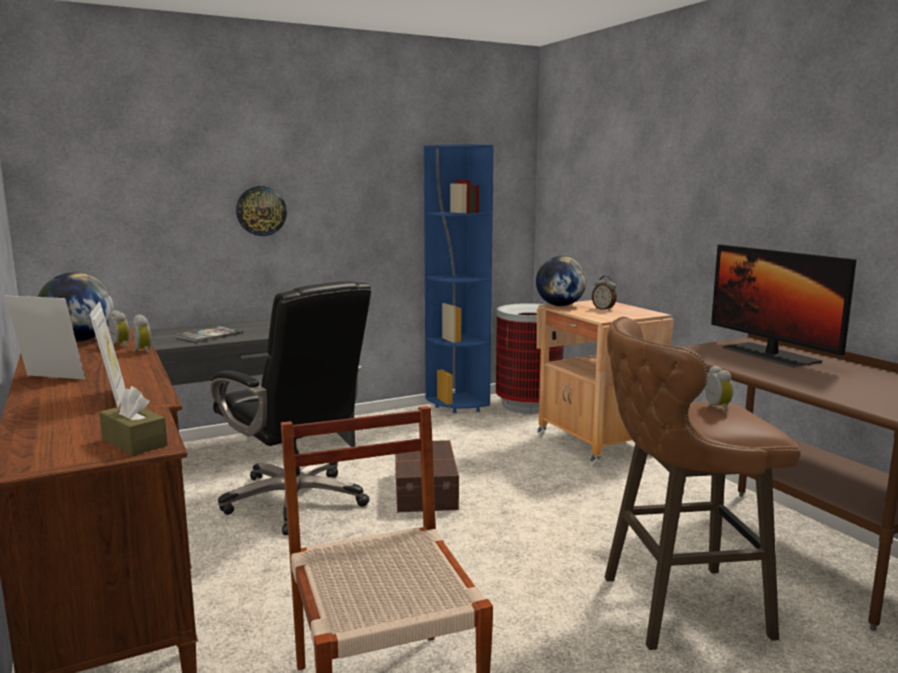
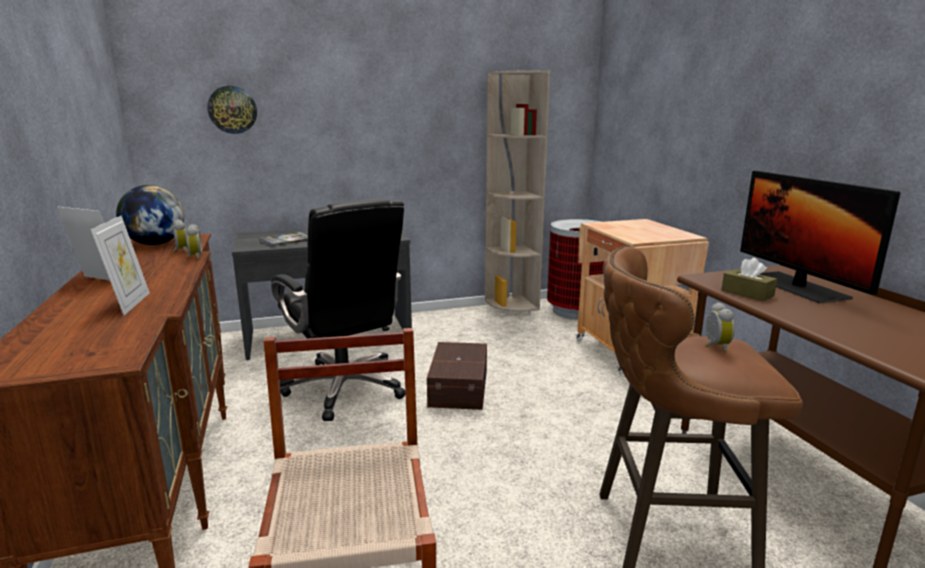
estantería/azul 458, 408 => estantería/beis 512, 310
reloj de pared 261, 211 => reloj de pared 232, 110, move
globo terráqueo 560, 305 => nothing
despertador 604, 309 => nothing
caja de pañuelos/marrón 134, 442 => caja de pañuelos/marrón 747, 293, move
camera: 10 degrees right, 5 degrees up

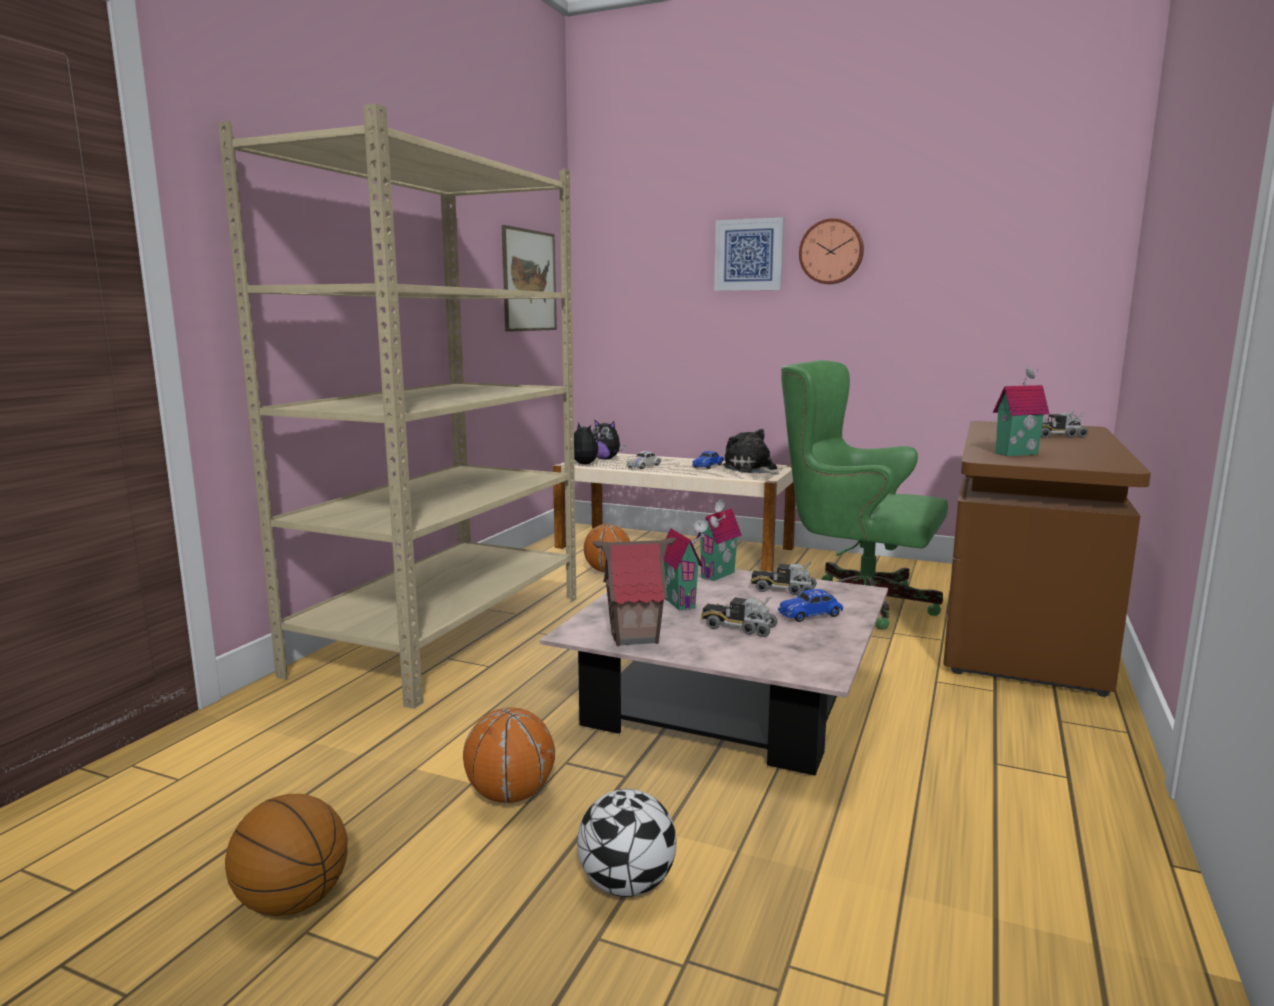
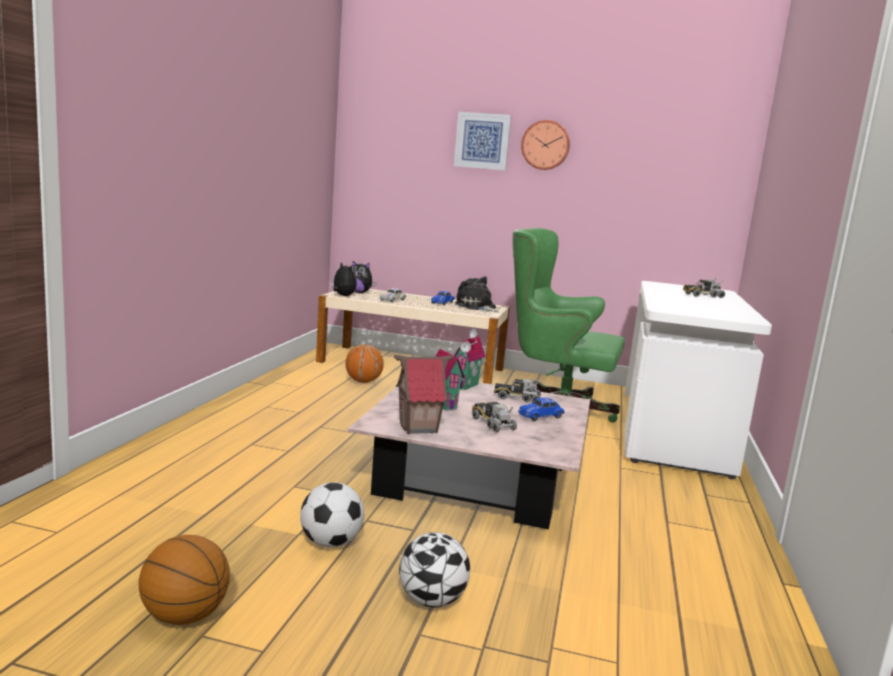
estantería/beis 444, 633 => nothing
cuadro 529, 280 => nothing
casita 1015, 453 => nothing
escritorio/marrón 1023, 628 => escritorio/blanco 674, 432
camión de juguete 738, 627 => camión de juguete 492, 423, 45 degrees clockwise
balón de baloncesto 510, 795 => balón de fútbol 331, 543
camera: 10 degrees left, 0 degrees up

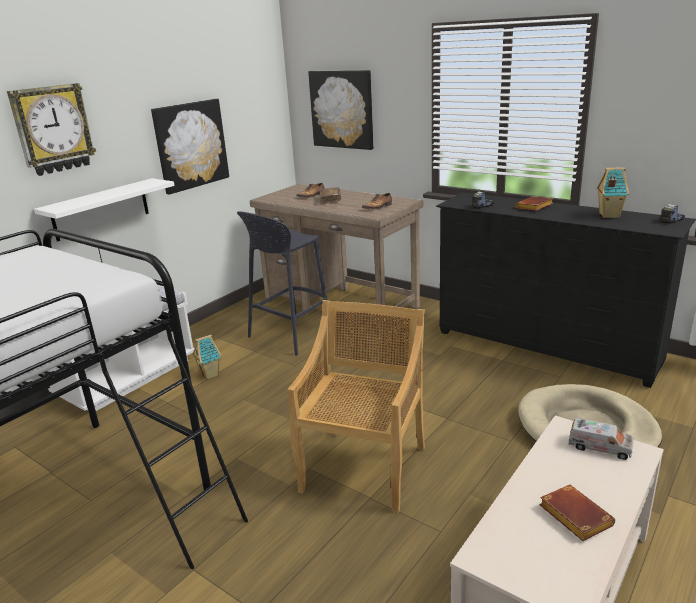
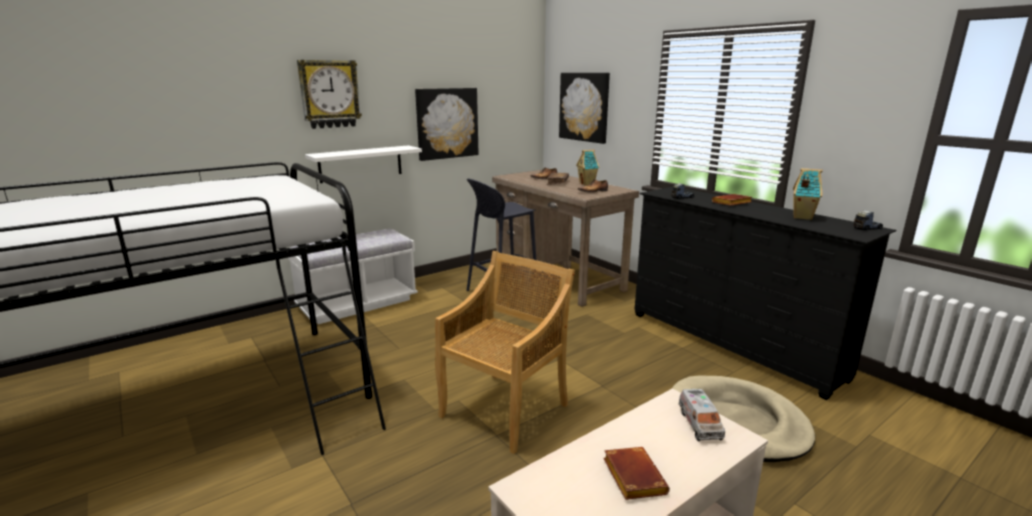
casita 210, 374 => casita 587, 184, move
camión de juguete 599, 447 => camión de juguete 699, 424, 45 degrees clockwise
camera: 15 degrees right, 5 degrees down

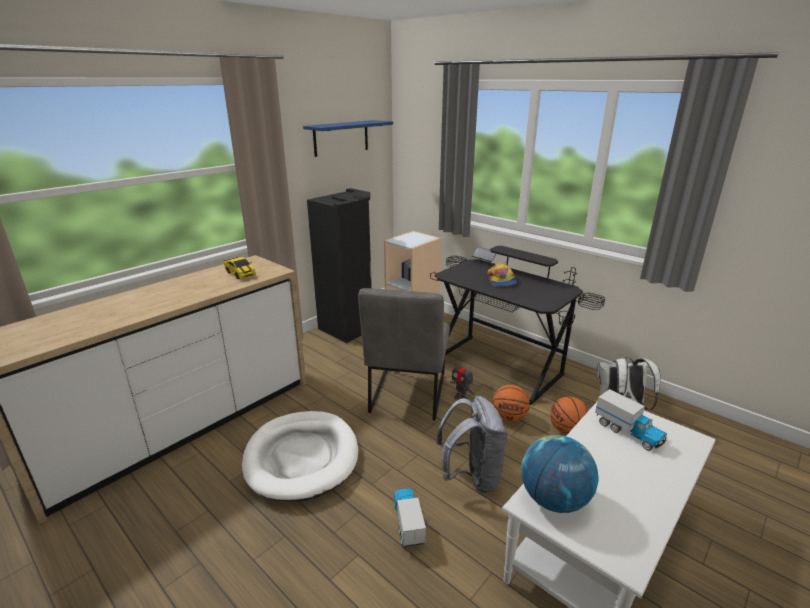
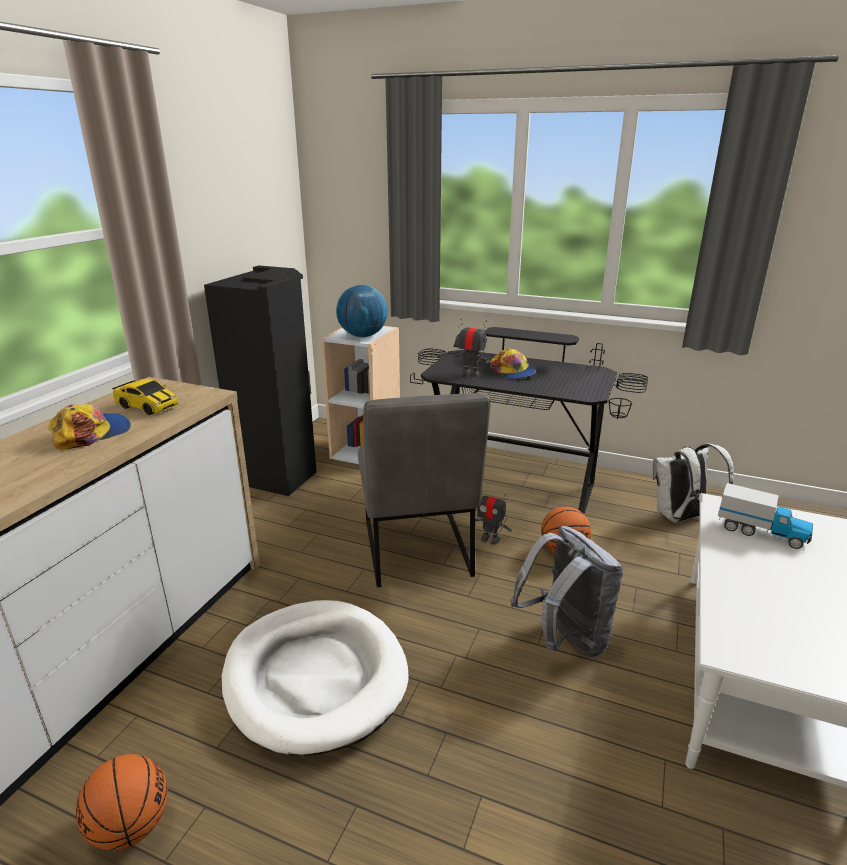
estante/azul 341, 138 => nothing
balón de baloncesto 567, 430 => balón de baloncesto 130, 827, move
globo terráqueo 554, 500 => globo terráqueo 363, 336, move
camión de juguete 408, 524 => nothing
nothing => robot de juguete 470, 374
nothing => gorra 91, 433
camera: 20 degrees left, 0 degrees up

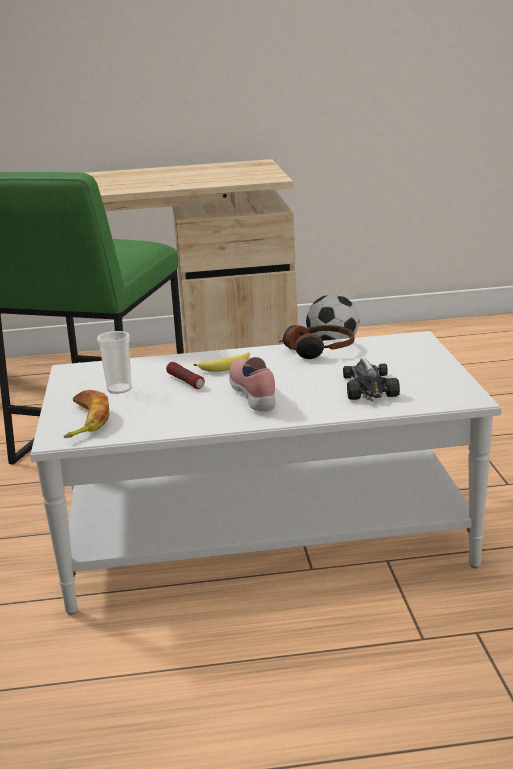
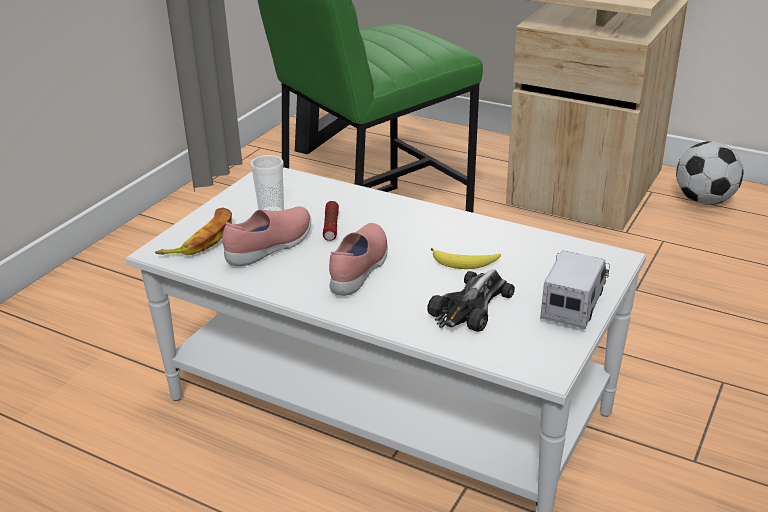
auriculares 317, 350 => nothing
plátano 226, 367 => plátano 465, 263, move
nothing => zapato/rosa 271, 247
nothing => camión de juguete 574, 303
camera: 35 degrees right, 10 degrees up

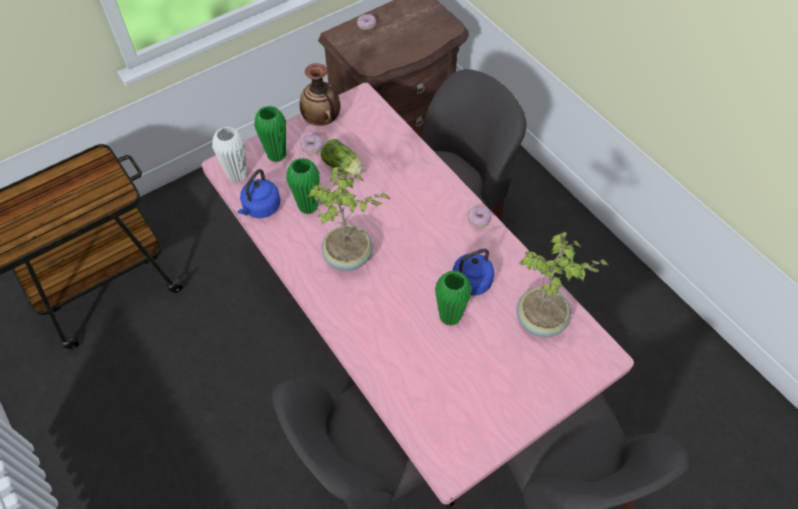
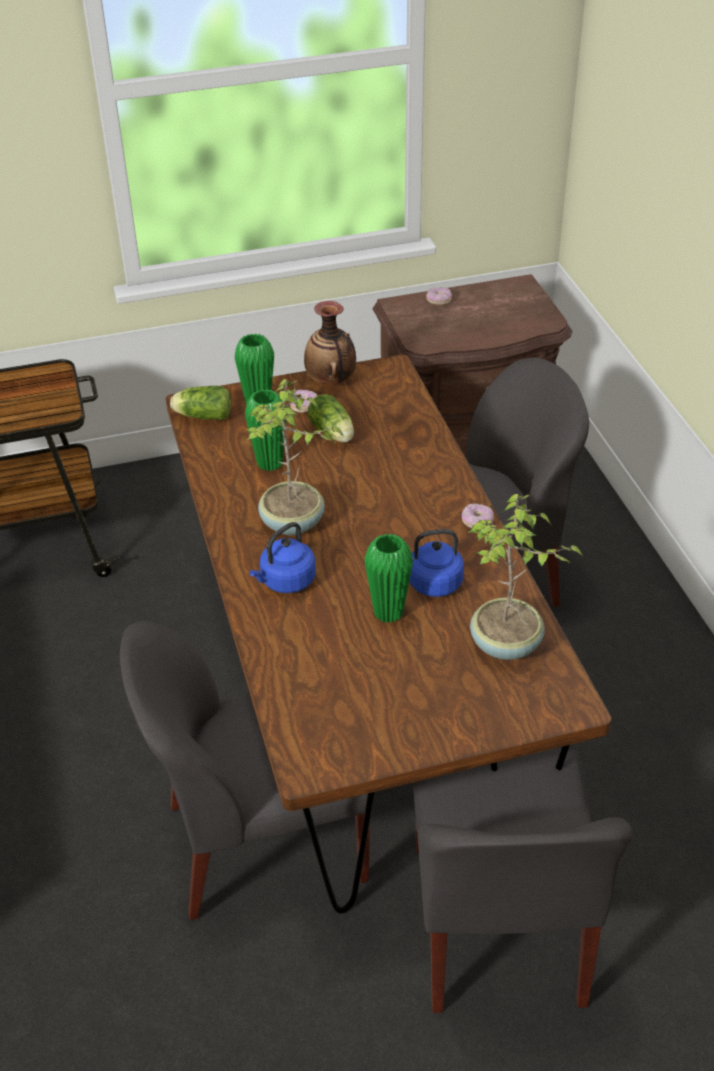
mesa de comedor/rosa 397, 339 => mesa de comedor/marrón 357, 698
florero/blanco 237, 175 => lechuga 202, 416
hervidor/azul 260, 208 => hervidor/azul 285, 581, move
camera: 20 degrees right, 15 degrees down

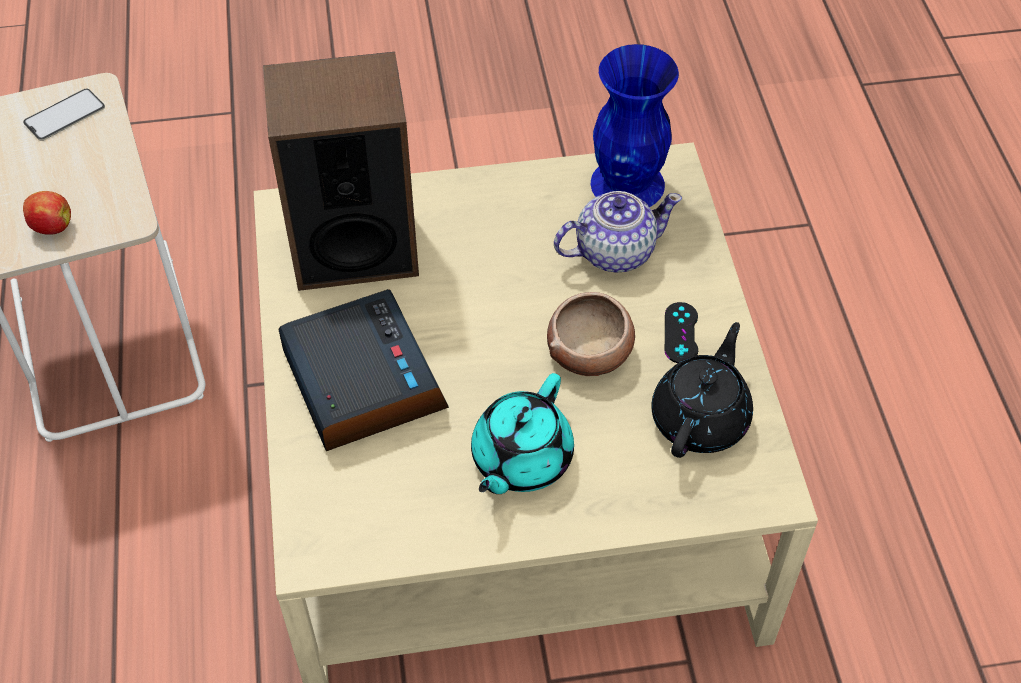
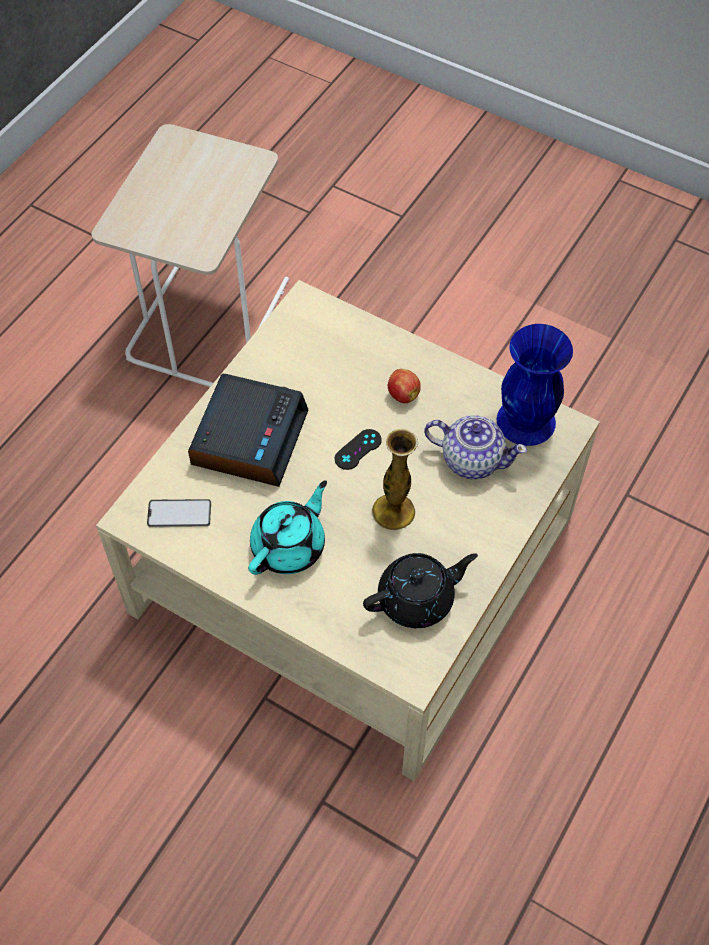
altavoz 354, 247 => nothing
móvil 64, 115 => móvil 179, 513, move
manzana 51, 227 => manzana 402, 394, move
cuenco 590, 352 => florero 393, 511
mando de consola/negro 681, 333 => mando de consola/negro 358, 449, move
tetera/turquesa 520, 459 => tetera/turquesa 289, 546, 150 degrees clockwise
camera: 40 degrees right, 5 degrees up

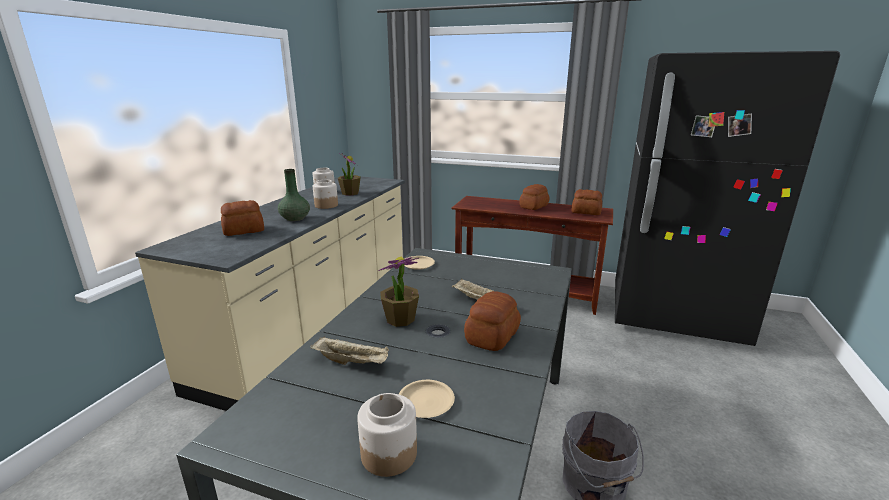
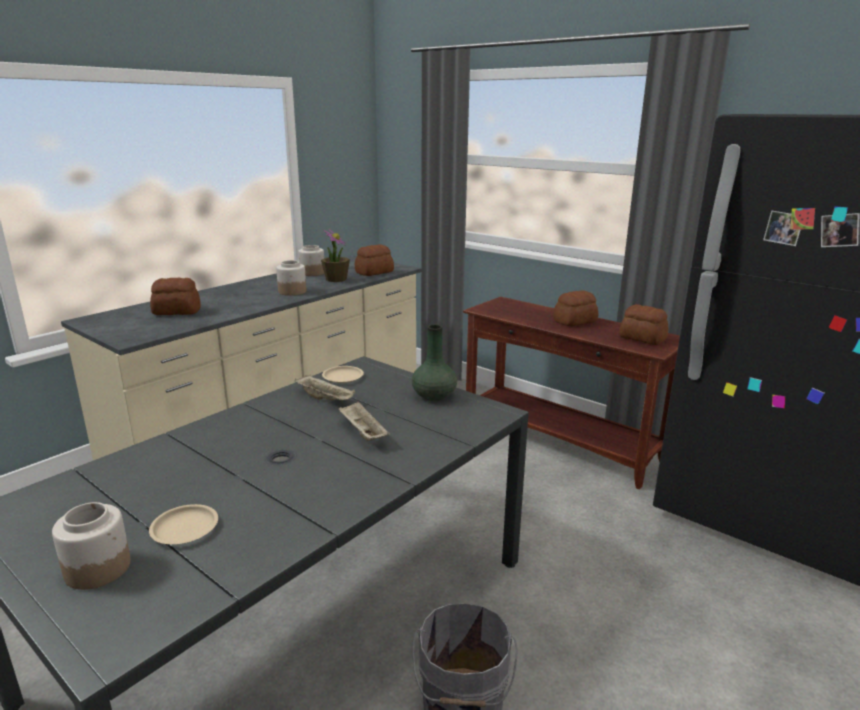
florero/verde 295, 218 => florero/verde 434, 396, move
planta en maceta 400, 319 => nothing
pan 491, 336 => pan 373, 272, move
bandeja/beis 352, 362 => bandeja/beis 326, 399, move
camera: 20 degrees right, 0 degrees up

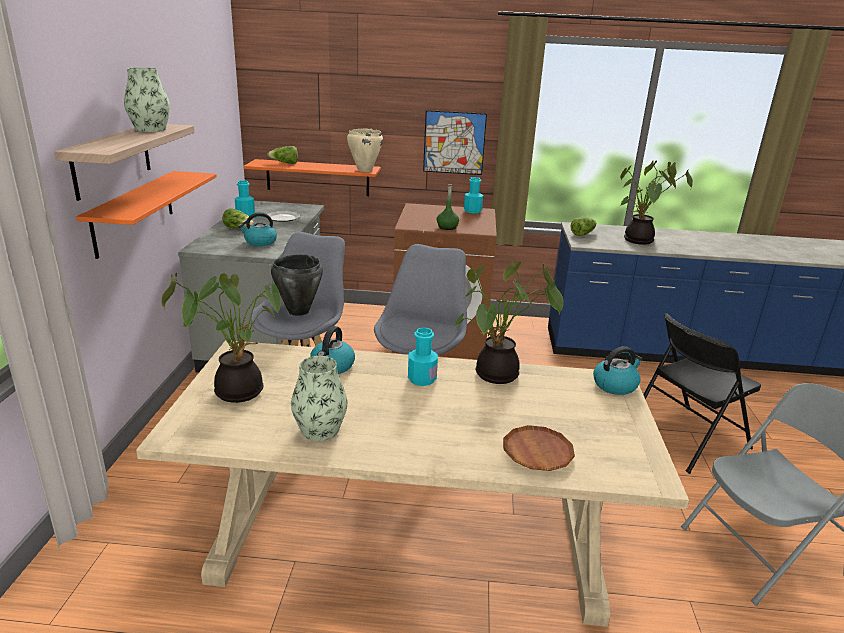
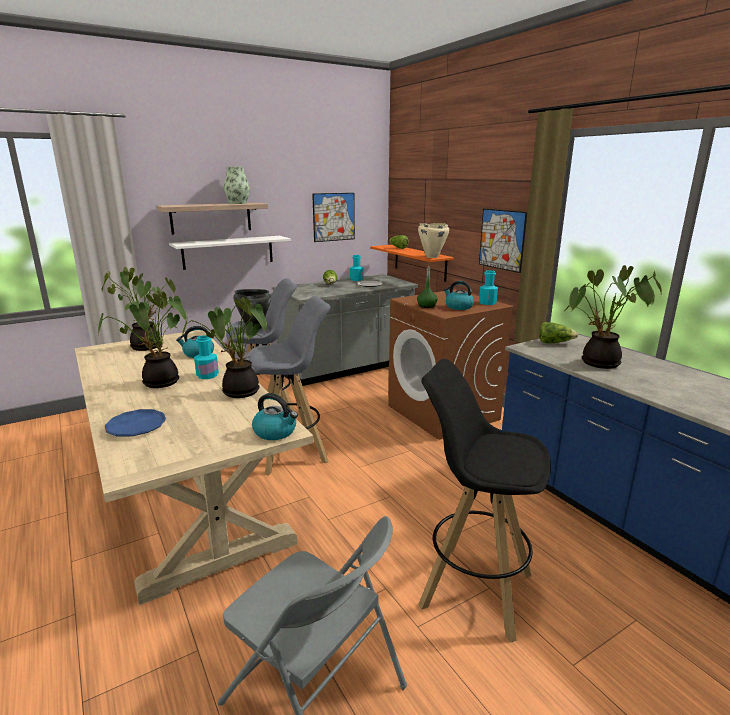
estante/naranja 134, 212 => estante/blanco 228, 252
hervidor 260, 242 => hervidor 458, 307, move
silla/negro 687, 438 => taburete/negro 473, 588
florero 320, 429 => nothing
plato/marrón 537, 452 => plato/azul 136, 427
nothing => cuadro 334, 217
nothing => planta en maceta 158, 383
camera: 55 degrees right, 5 degrees down

